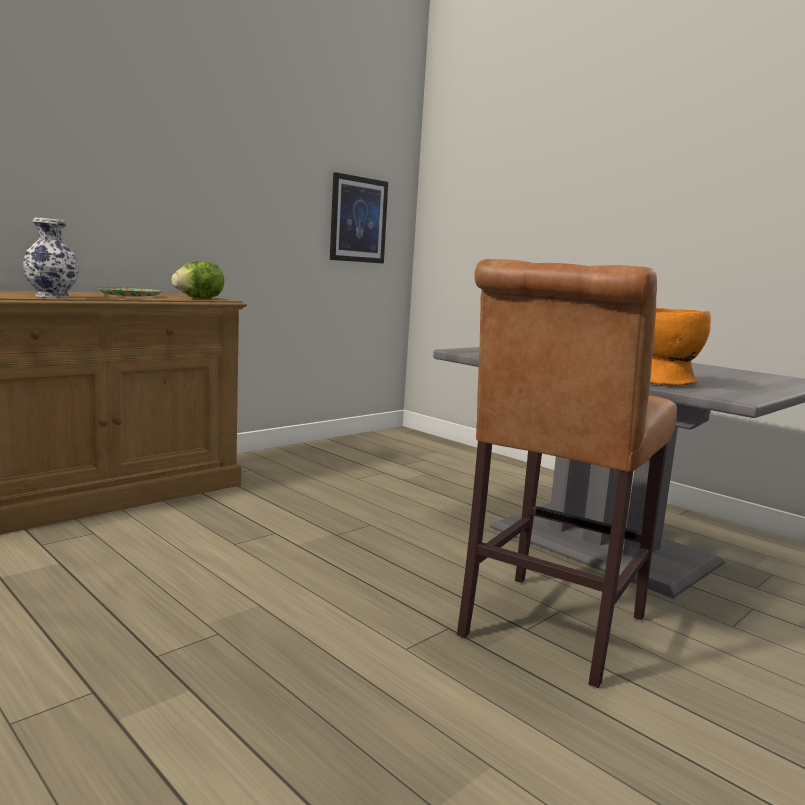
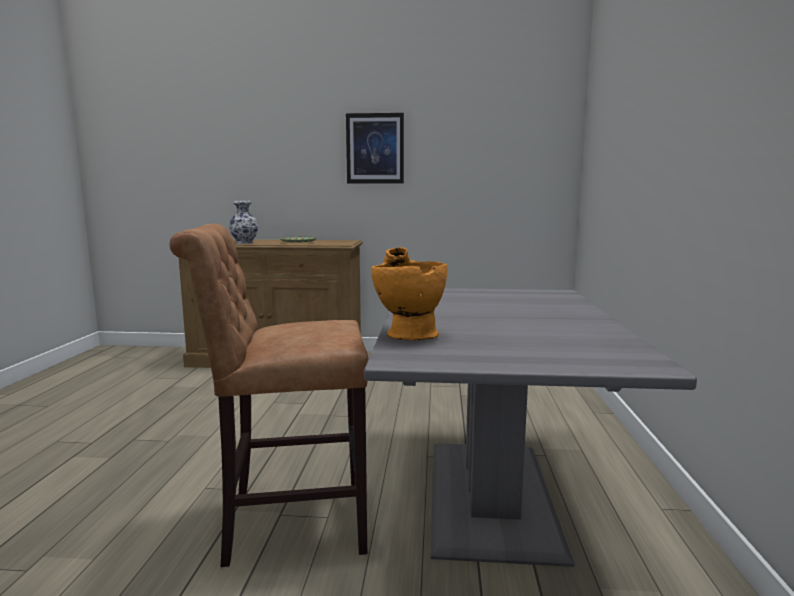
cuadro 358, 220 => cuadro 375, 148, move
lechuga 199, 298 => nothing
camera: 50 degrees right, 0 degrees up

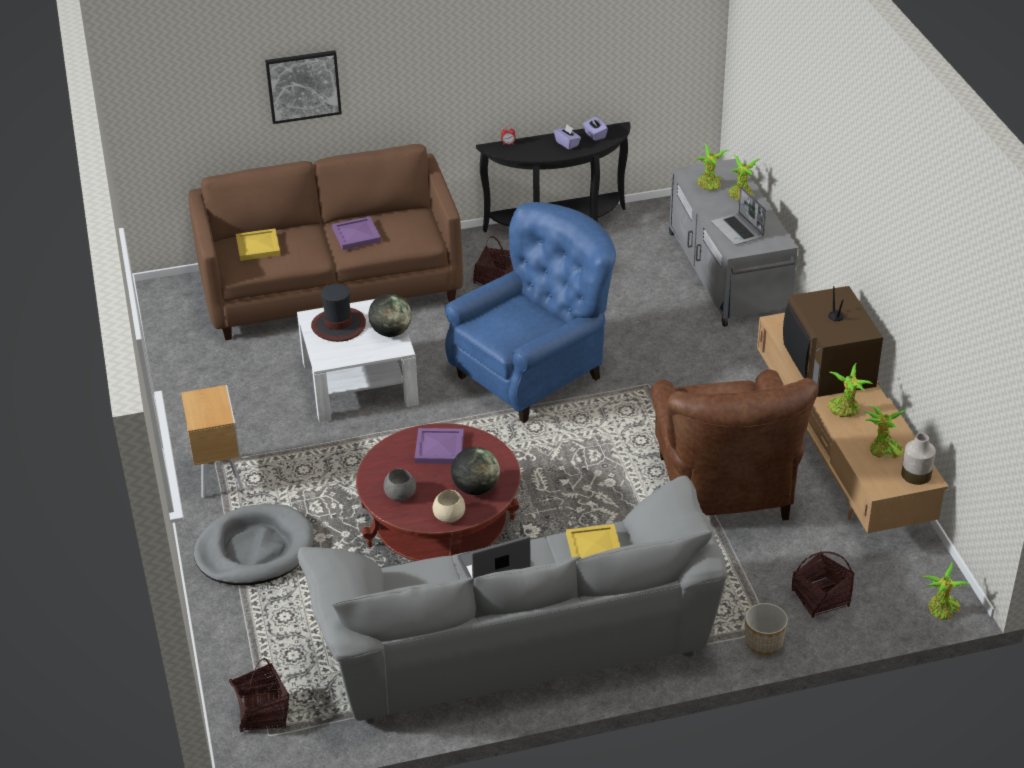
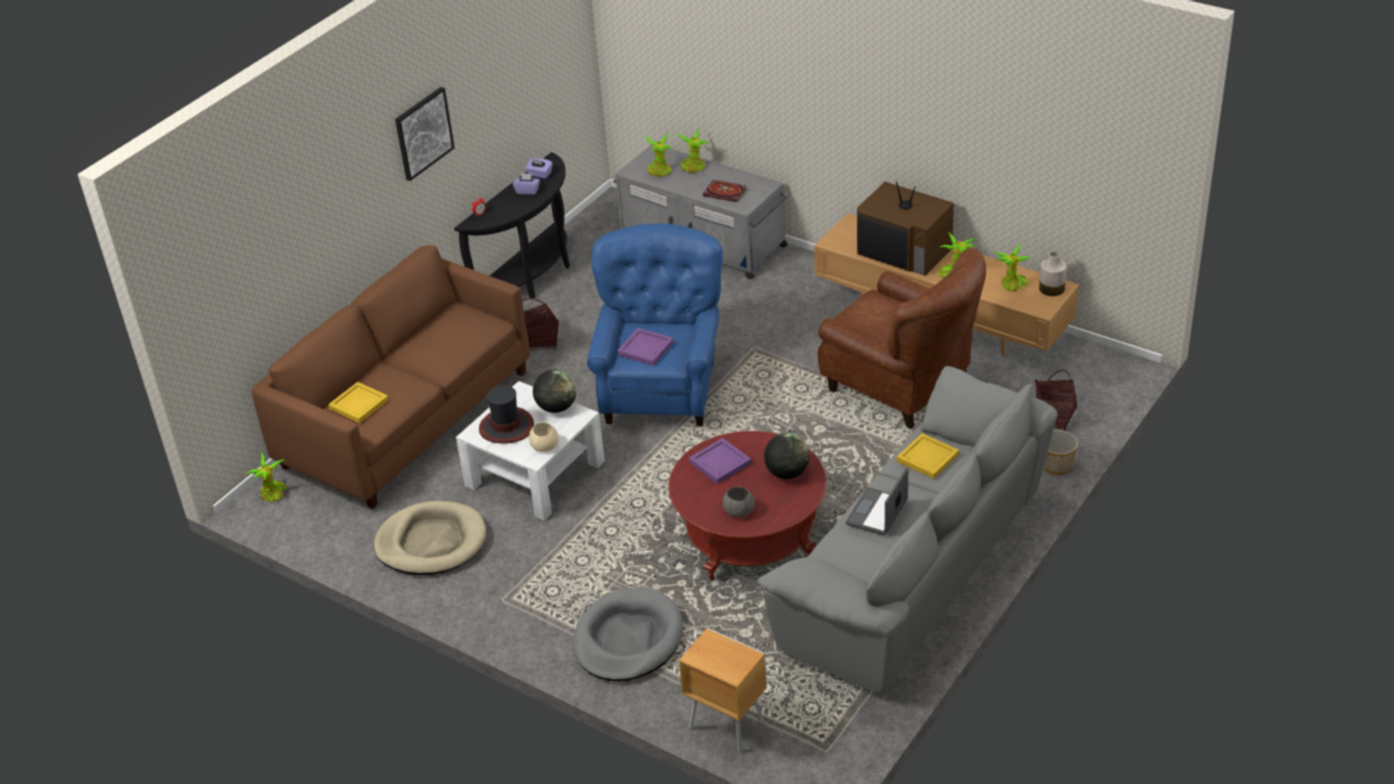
cuadro 303, 86 => cuadro 423, 133, move
portátil 738, 230 => libro 726, 192
bandeja/morado 357, 234 => bandeja/morado 645, 348, move
mesita de noche/marrón 219, 475 => mesita de noche/marrón 726, 724, move
cuenco/beis 449, 515 => cuenco/beis 544, 445, move
planta en maceta 942, 610 => planta en maceta 273, 495, move
cesta 263, 713 => nothing
nothing => cama para perro/beis 431, 543
camera: 40 degrees left, 0 degrees up

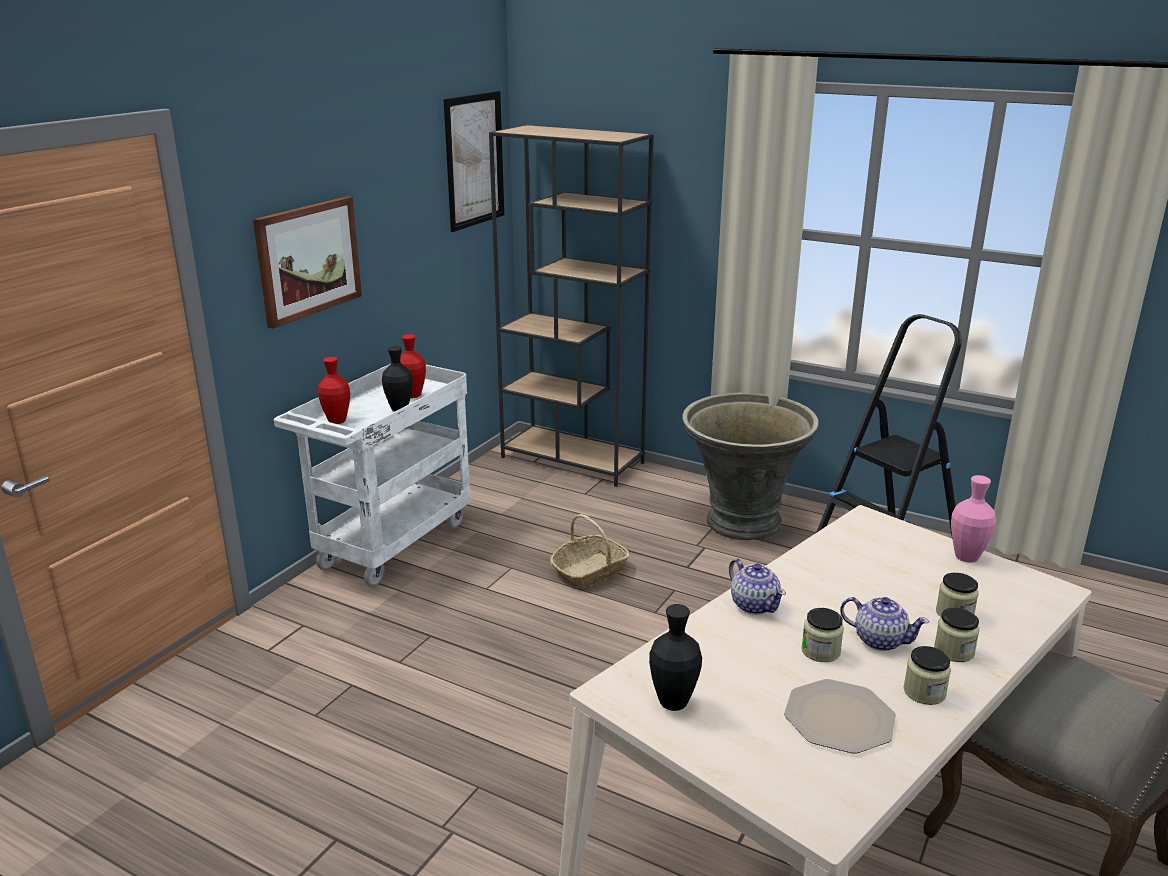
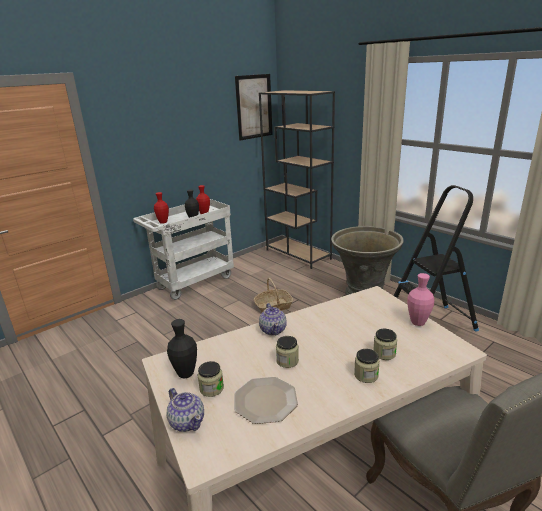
cuadro 308, 259 => nothing
tetera 879, 640 => tetera 187, 421, move
tarro 924, 692 => tarro 211, 388, move
camera: 20 degrees right, 0 degrees up

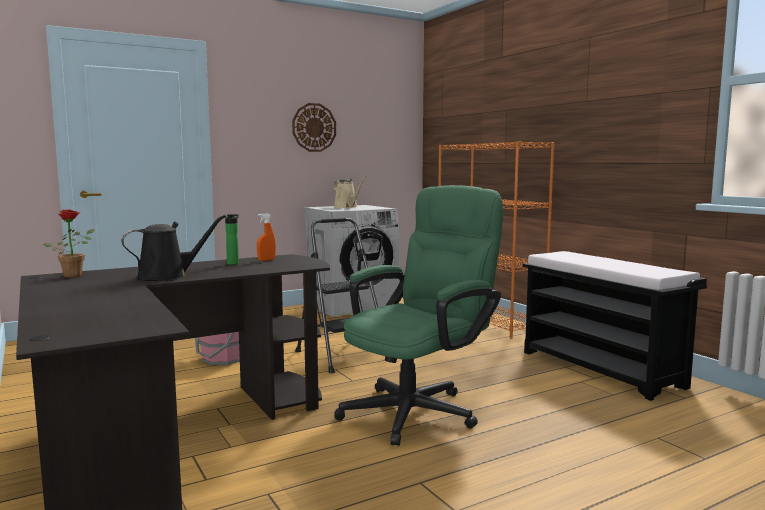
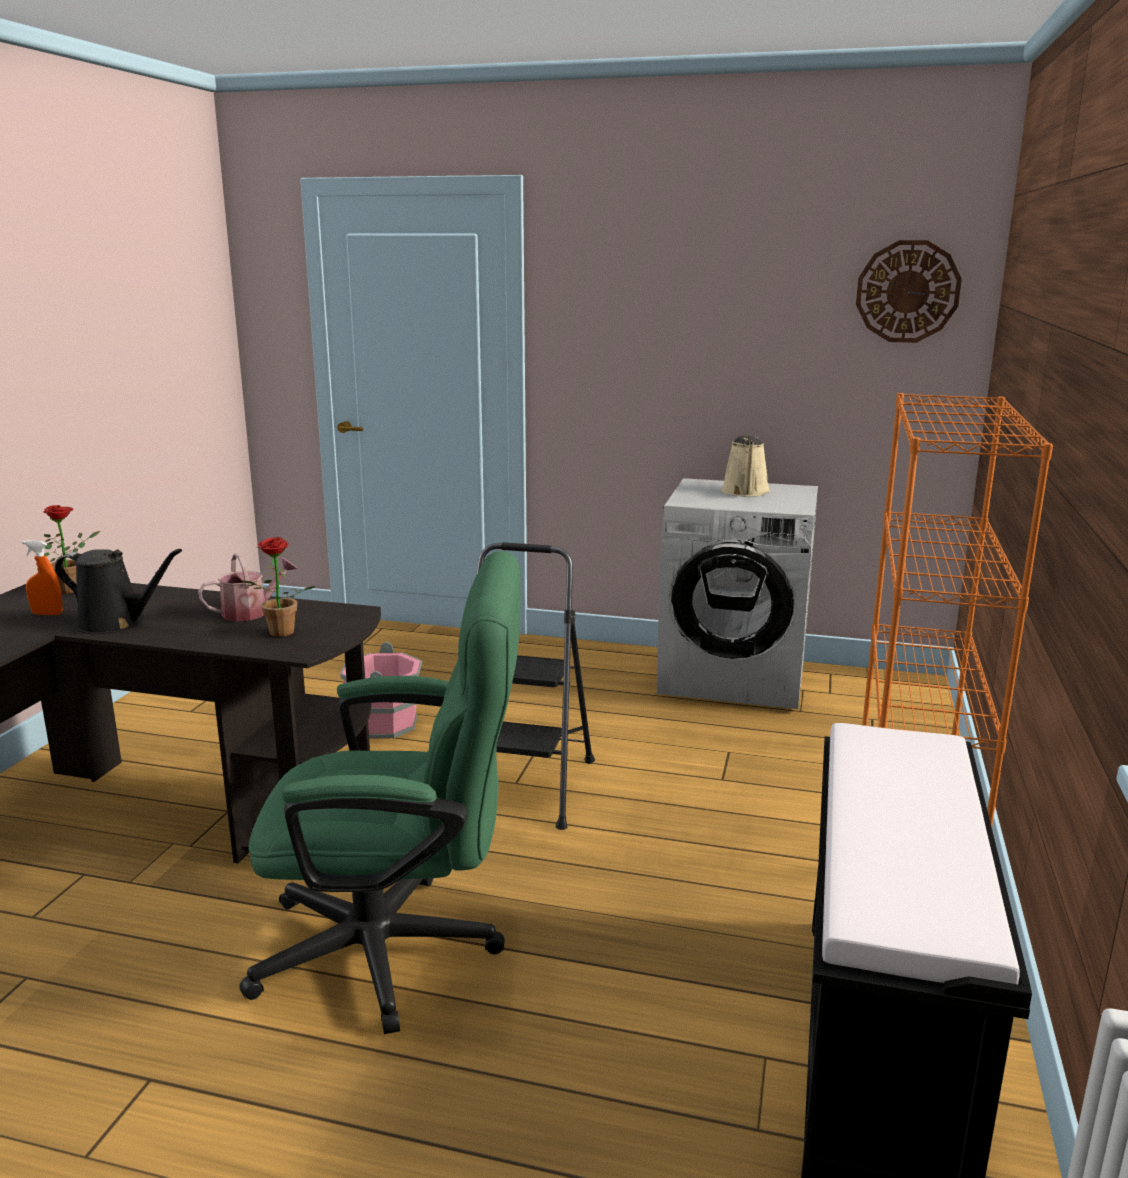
reloj de pared 314, 127 => reloj de pared 907, 291, move
pulverizador/naranja 266, 260 => pulverizador/naranja 47, 614, move
botella 233, 263 => regadera 251, 612
nothing => planta en maceta 279, 634
camera: 45 degrees right, 10 degrees up

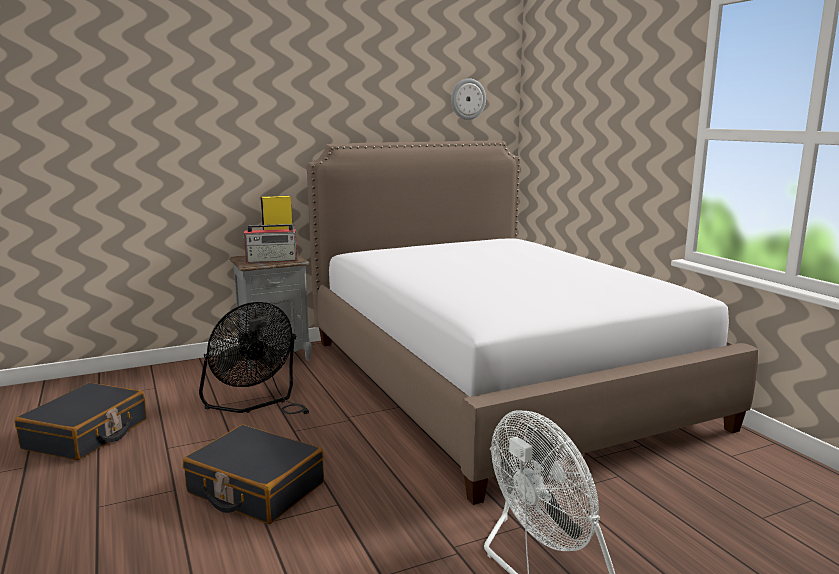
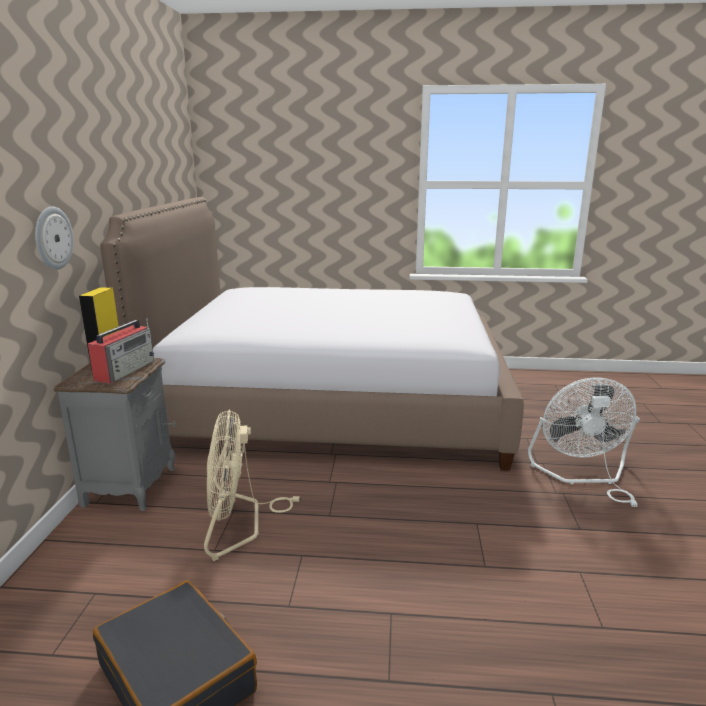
reloj de pared 467, 99 => reloj de pared 52, 238, move
ventilador/negro 262, 401 => ventilador/beis 241, 519
maleta/negro 255, 489 => nothing
camera: 60 degrees left, 5 degrees up

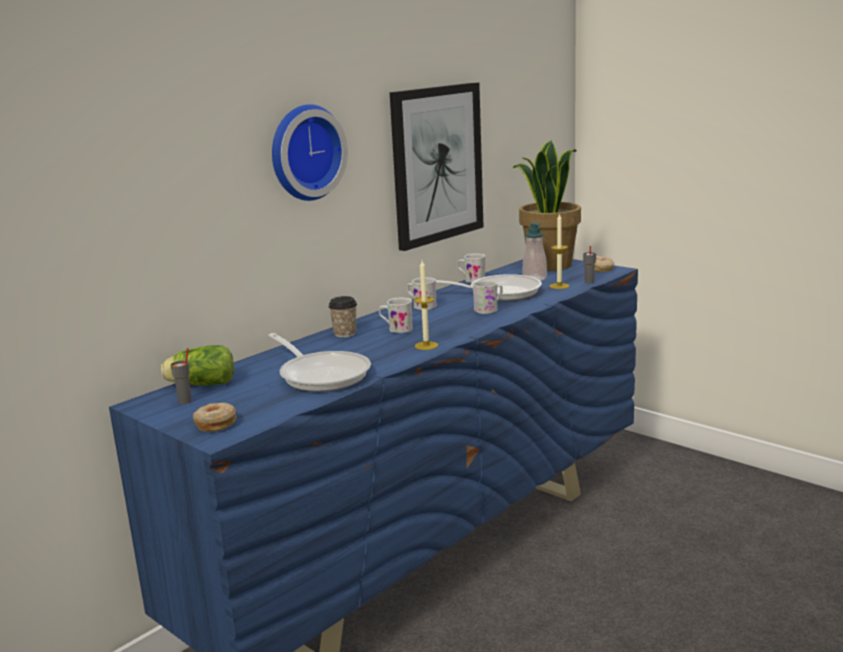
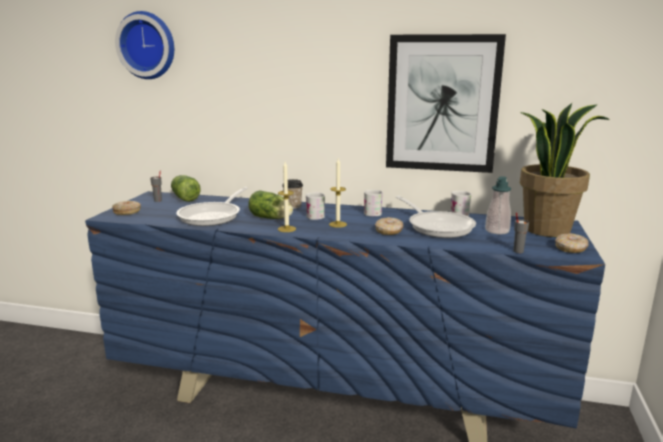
reloj de pared 304, 152 => reloj de pared 148, 45, move
vela 559, 286 => vela 338, 224, move
taza grande/blanco 489, 310 => rosquilla 389, 231
nothing => lechuga 272, 218
camera: 60 degrees right, 0 degrees up

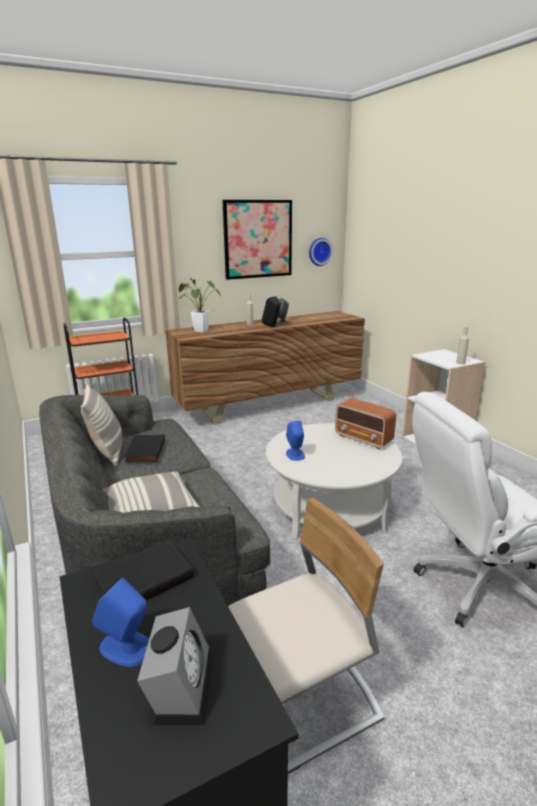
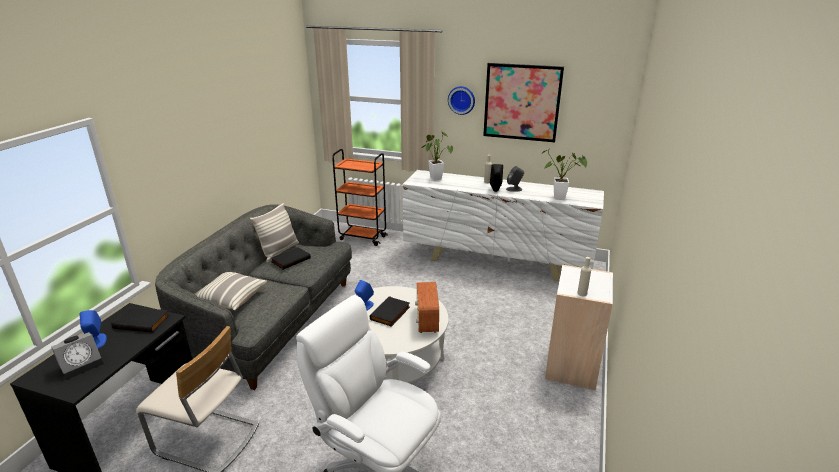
reloj de pared 319, 251 => reloj de pared 462, 100, move
armario/marrón 270, 405 => armario/blanco 496, 262
nothing => planta en maceta 562, 198
nothing => libro/negro 391, 314
camera: 45 degrees right, 5 degrees up

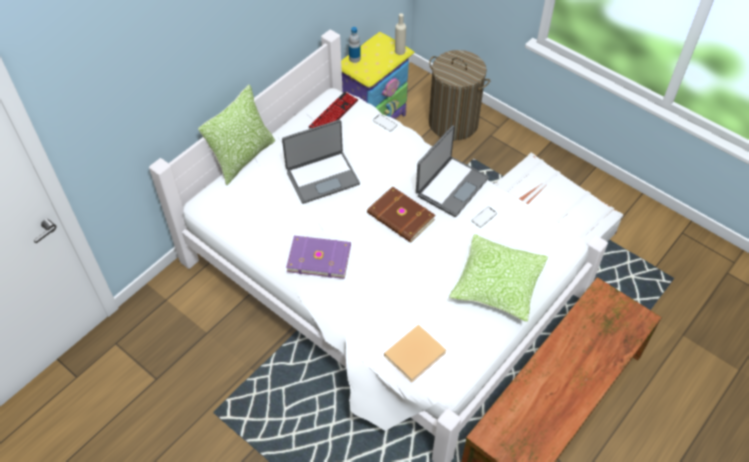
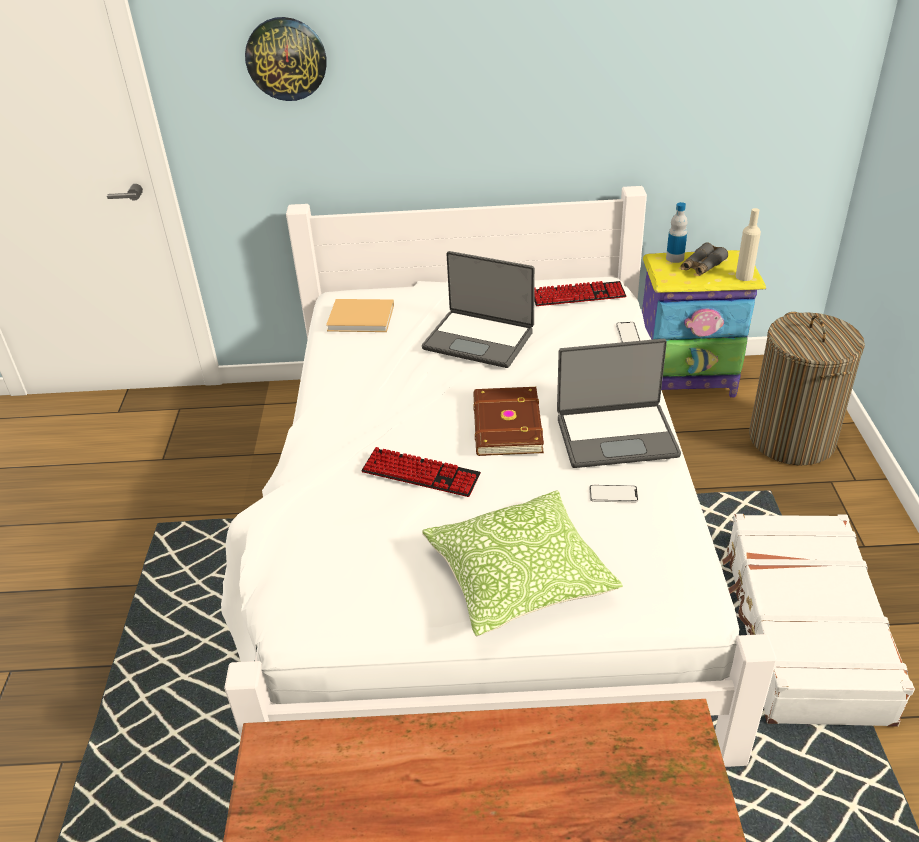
cojín 243, 158 => nothing
libro/morado 319, 257 => nothing
libro/beis 416, 353 => libro/beis 363, 318, move
nothing => reloj de pared 286, 59
nothing => prismáticos/gris 702, 266
nothing => teclado 420, 474
camera: 50 degrees right, 15 degrees down

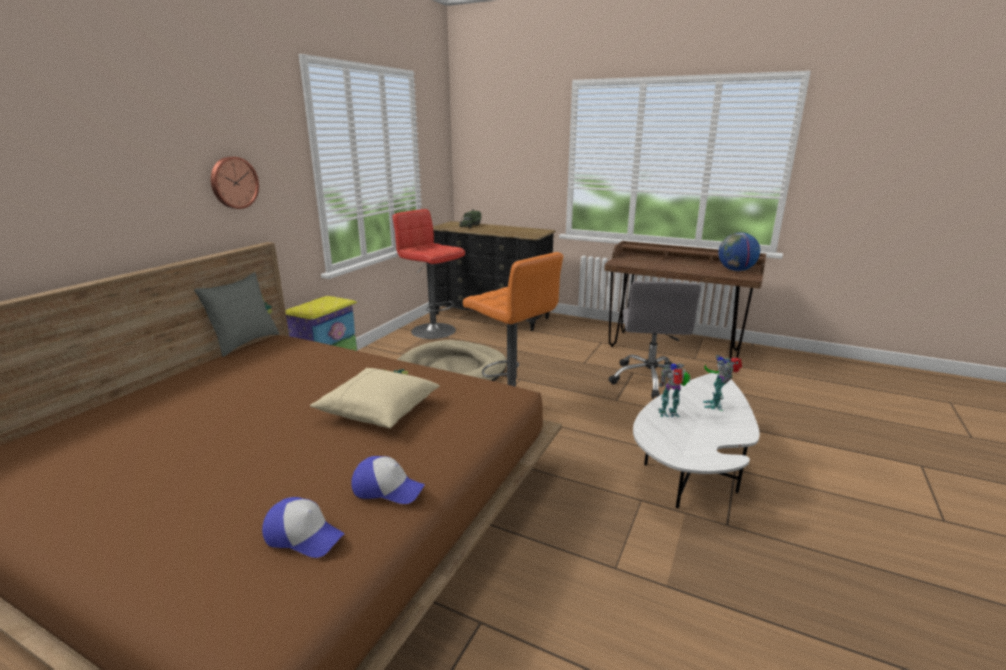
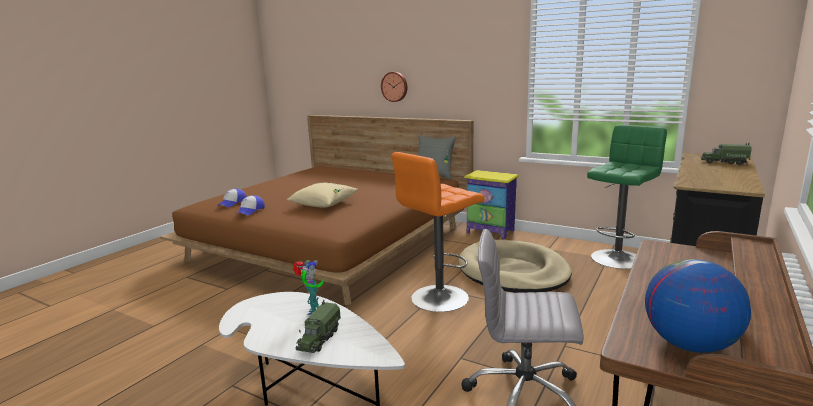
reloj de pared 233, 182 => reloj de pared 394, 86, move
taburete/rojo 433, 330 => taburete/verde 618, 259
robot de juguete 715, 405 => camión de juguete 319, 339
camera: 95 degrees right, 5 degrees down

